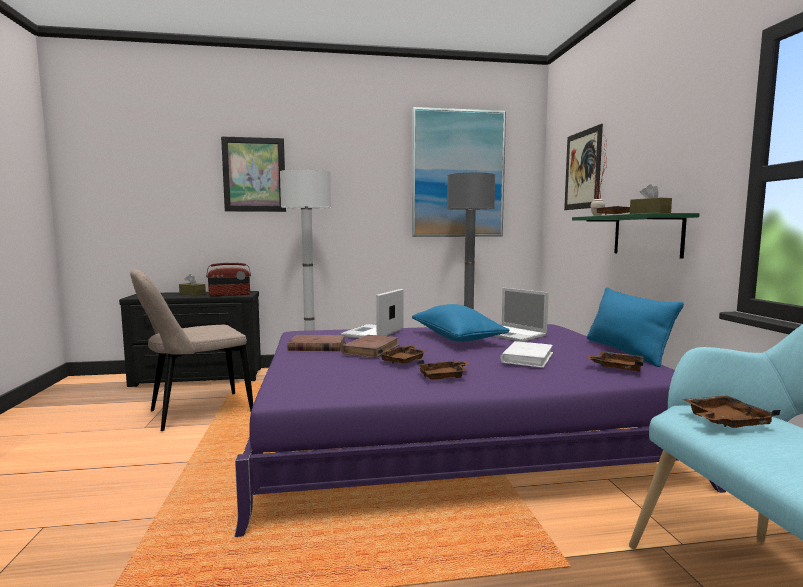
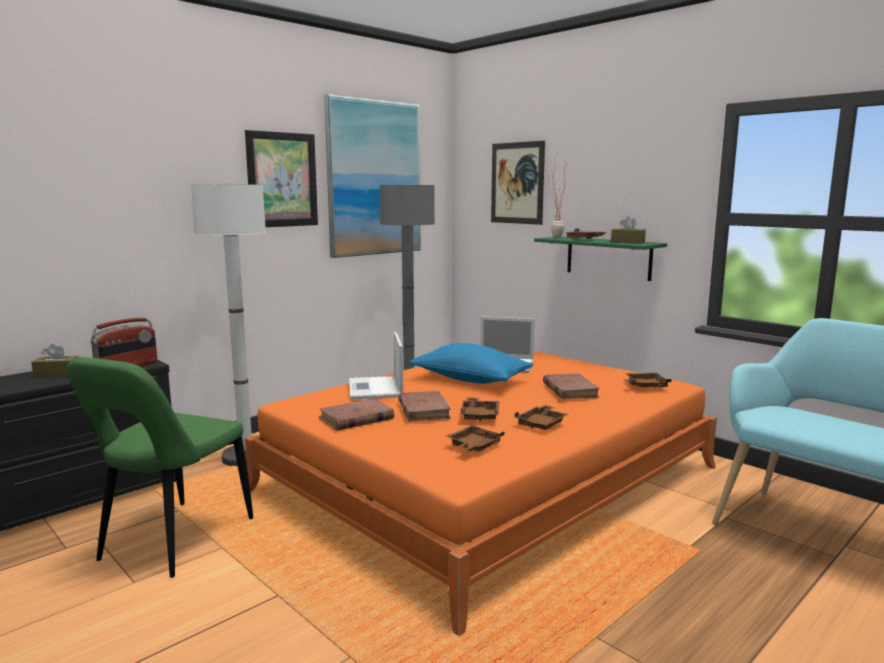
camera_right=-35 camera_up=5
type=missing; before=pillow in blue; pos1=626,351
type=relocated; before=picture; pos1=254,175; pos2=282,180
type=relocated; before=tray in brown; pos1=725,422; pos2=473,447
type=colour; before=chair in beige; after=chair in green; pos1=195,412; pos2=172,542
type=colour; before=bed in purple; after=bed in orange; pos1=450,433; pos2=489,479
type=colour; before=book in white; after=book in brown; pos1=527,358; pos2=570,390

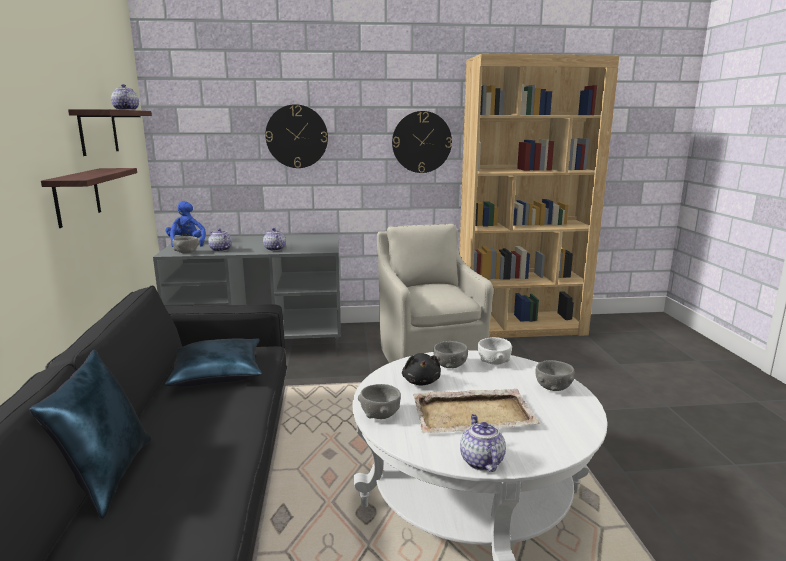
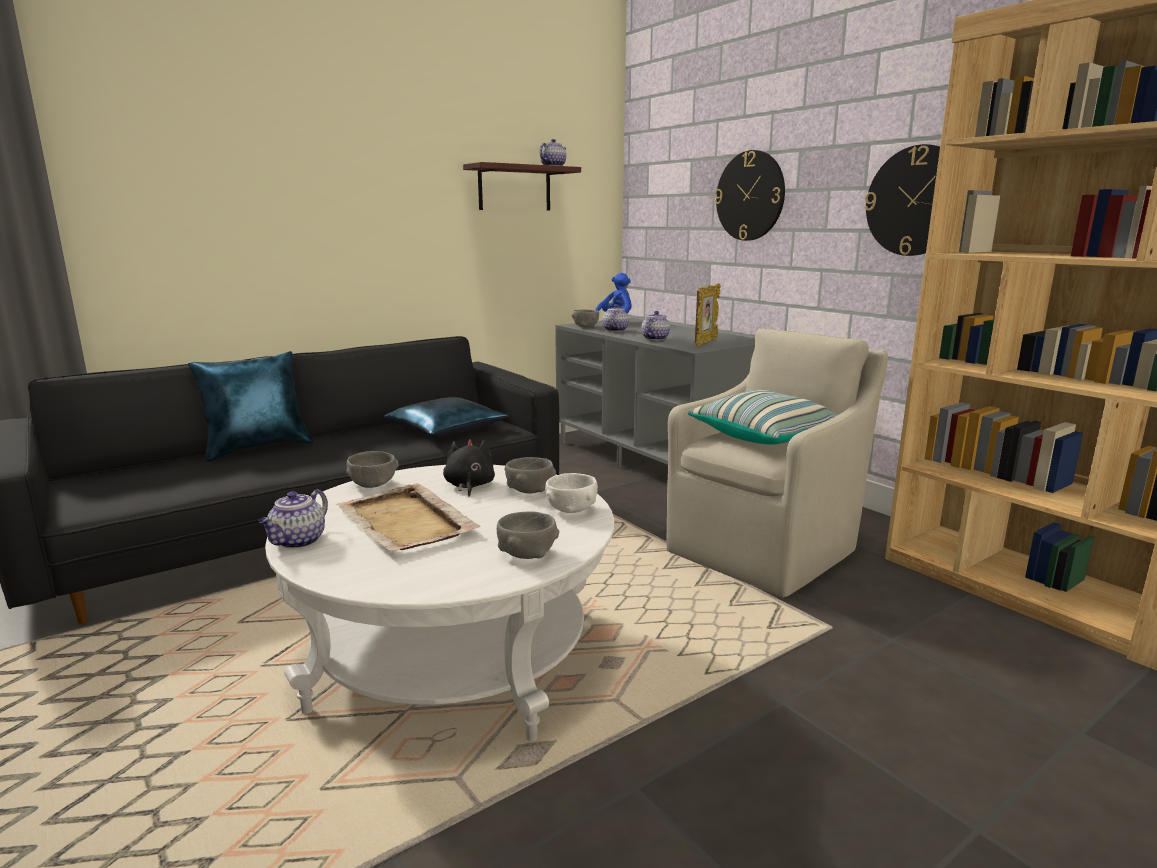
camera_right=60 camera_up=0
type=missing; before=shelf; pos1=77,196
type=appeared; after=pillow; pos2=764,436
type=appeared; after=picture frame; pos2=705,343
type=spun; before=plush toy in black; pos1=421,381; pos2=469,486; turn=120
type=spun; before=teapot; pos1=481,461; pos2=298,541; turn=150

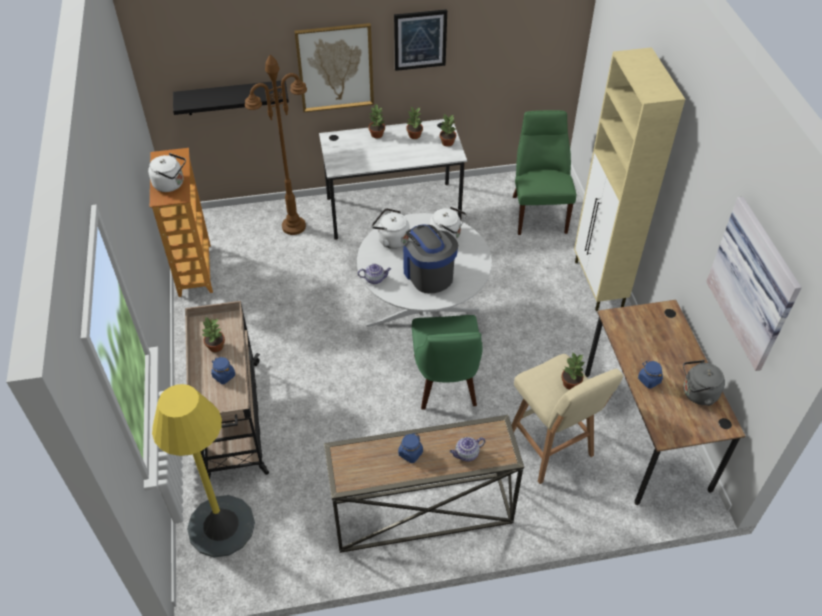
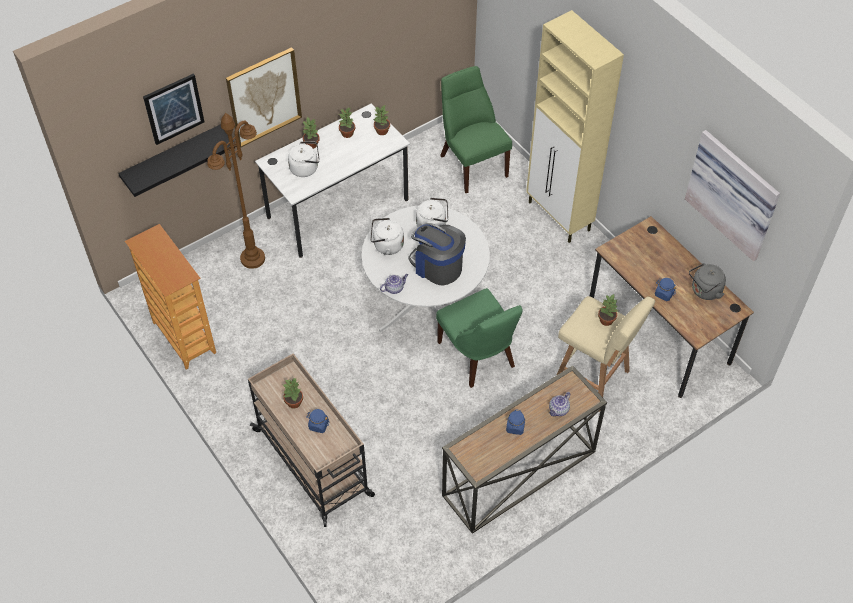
camera_right=-25 camera_up=5
type=missing; before=floor lamp in yellow; pos1=221,526
type=relocated; before=kettle in white; pos1=171,184; pos2=306,168
type=relocated; before=picture; pos1=420,39; pos2=173,108

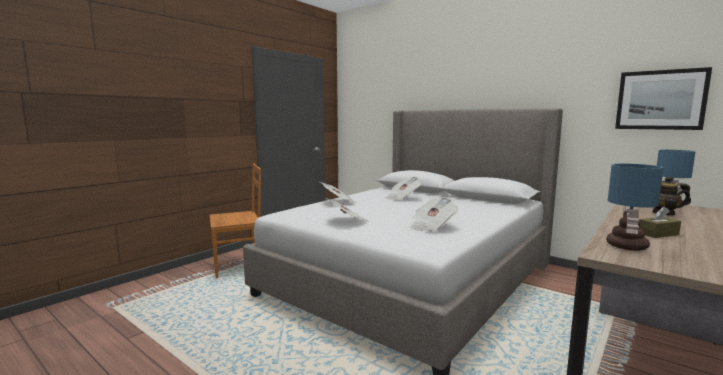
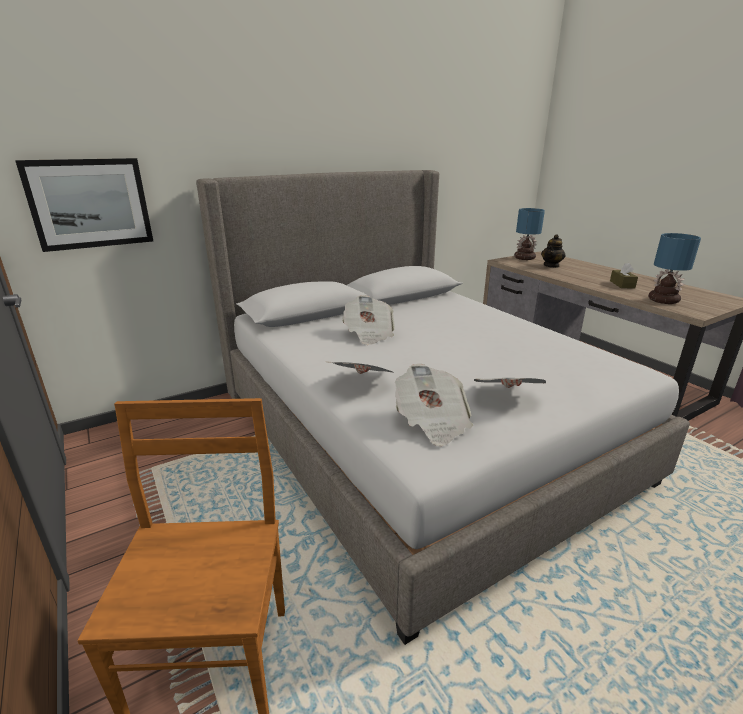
camera_right=-70 camera_up=15
type=relocated; before=newspaper; pos1=431,227; pos2=432,422
type=relocated; before=picture; pos1=660,100; pos2=90,204

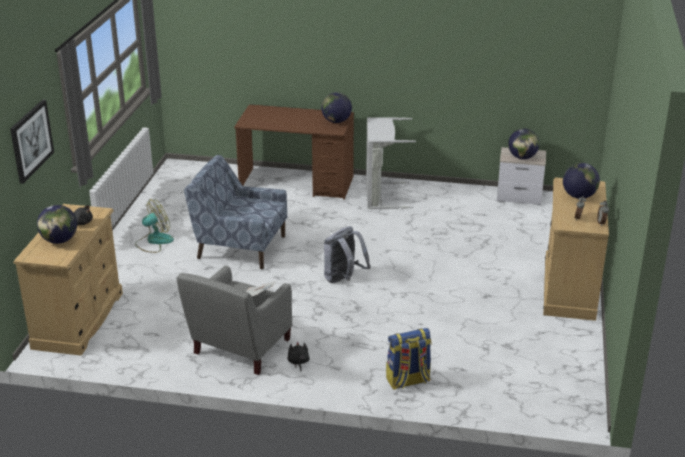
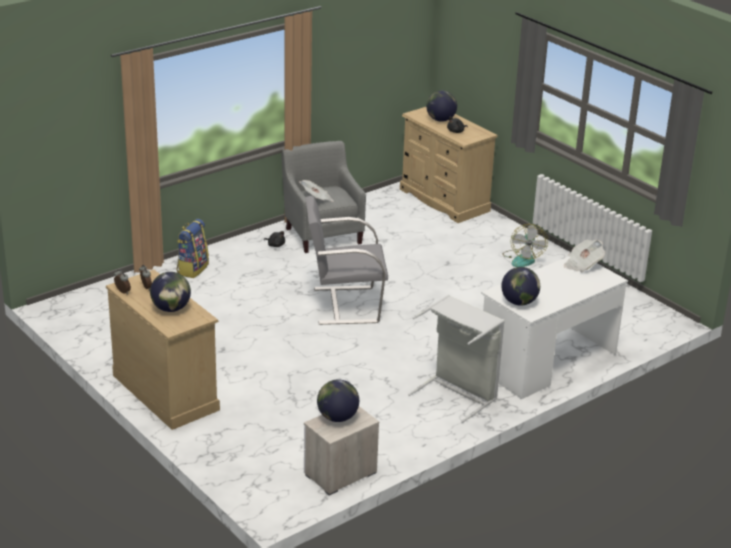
camera_right=130 camera_up=0
type=missing; before=picture; pos1=31,140
type=missing; before=armchair in blue; pos1=240,247
type=appeared; after=newspaper; pos2=582,265
type=exchanged; before=backpack in grey; after=armchair in grey; pos1=343,279; pos2=344,305
type=colour; before=desk in brown; after=desk in white; pos1=297,184; pos2=547,362

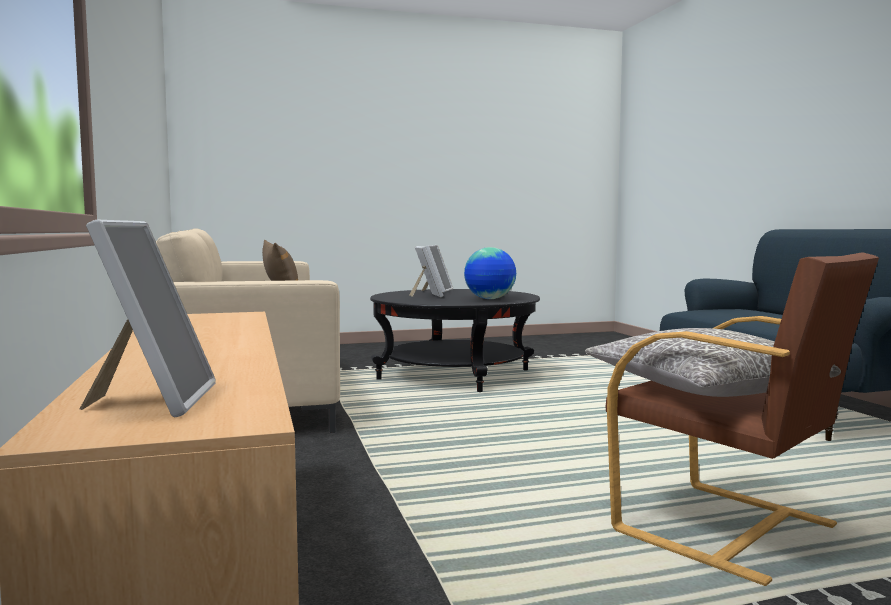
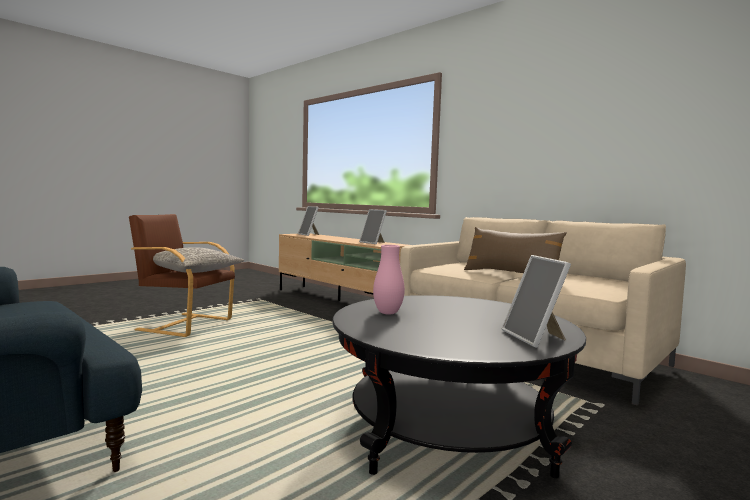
camera_right=150 camera_up=0
type=relocated; before=picture frame; pos1=426,296; pos2=373,243
type=exchanged; before=globe; after=vase in pink; pos1=490,299; pos2=388,313

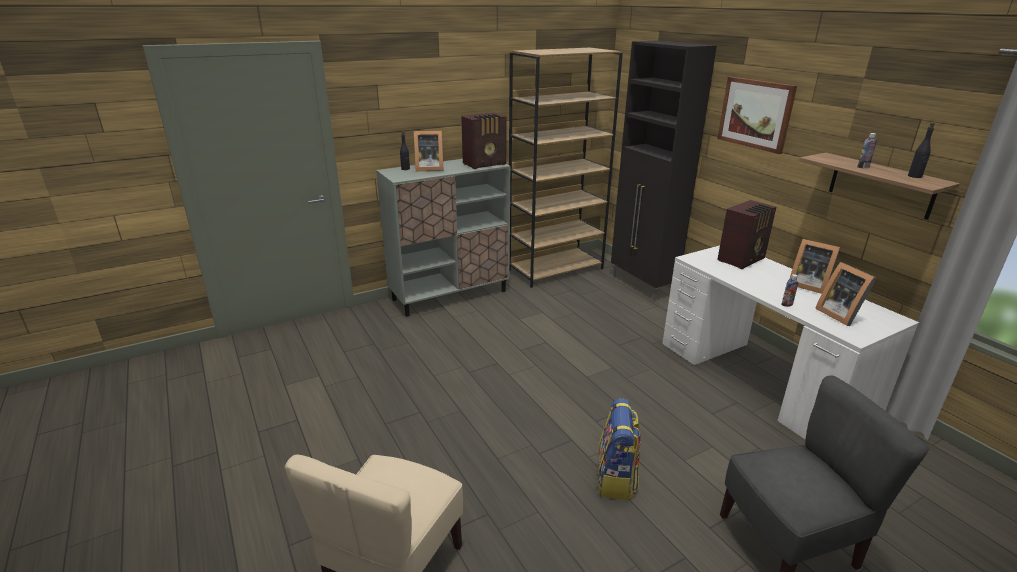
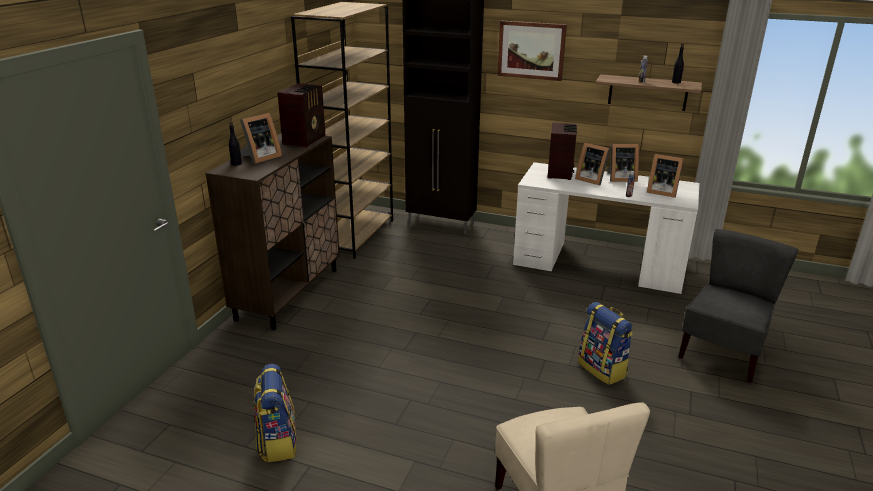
camera_right=-40 camera_up=0
type=appeared; after=backpack; pos2=277,442
type=appeared; after=picture frame; pos2=591,179
type=colour; before=cabinet in grey; after=cabinet in brown; pos1=450,295; pos2=288,293

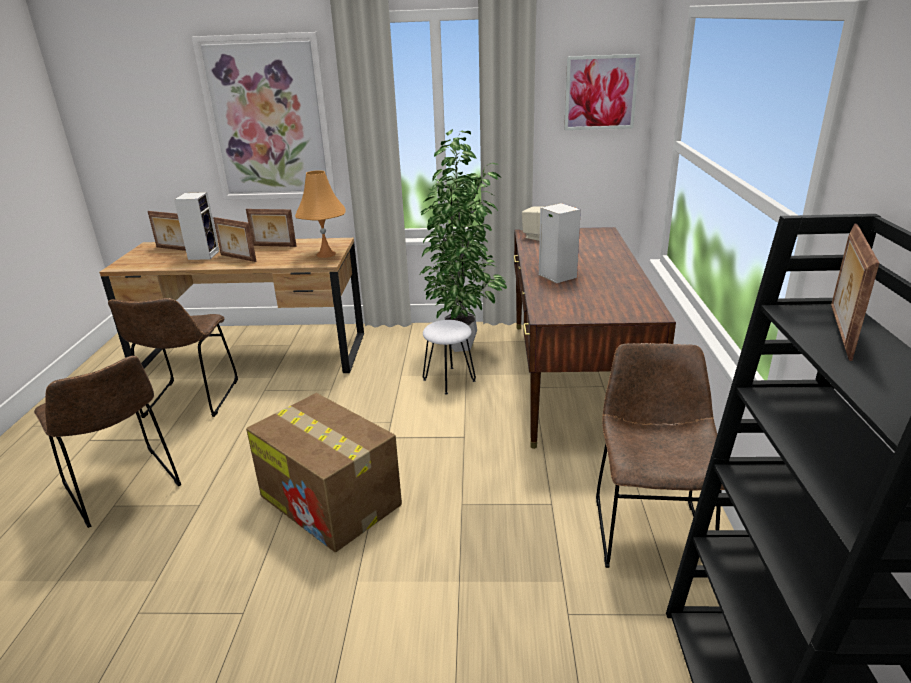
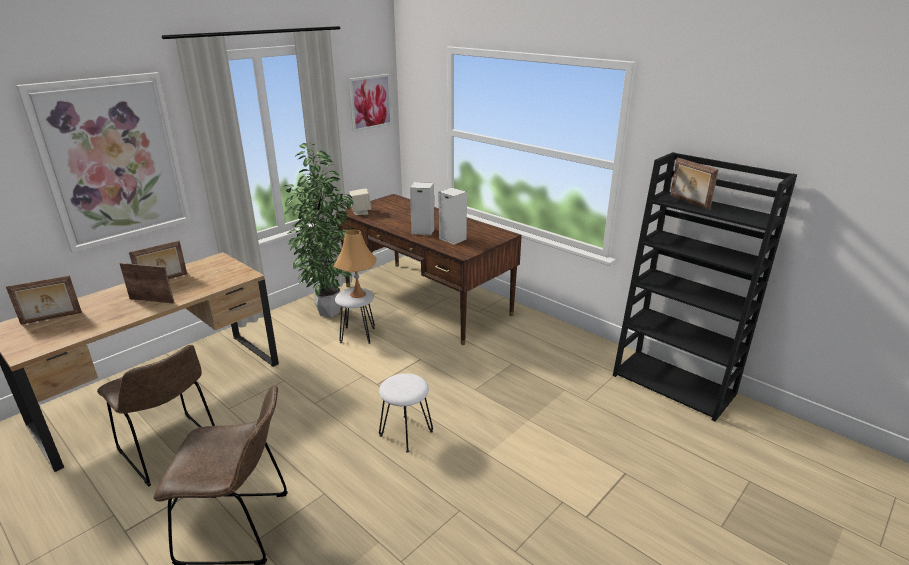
camera_right=-50 camera_up=0
type=missing; before=chair in brown; pos1=649,528
type=relocated; before=speaker; pos1=203,255; pos2=451,239
type=relocated; before=table lamp in orange; pos1=326,254; pos2=358,294
type=exchanged; before=cardboard box; after=stool in white; pos1=331,501; pos2=406,433
type=spun; before=picture frame; pos1=237,258; pos2=152,300; turn=-150

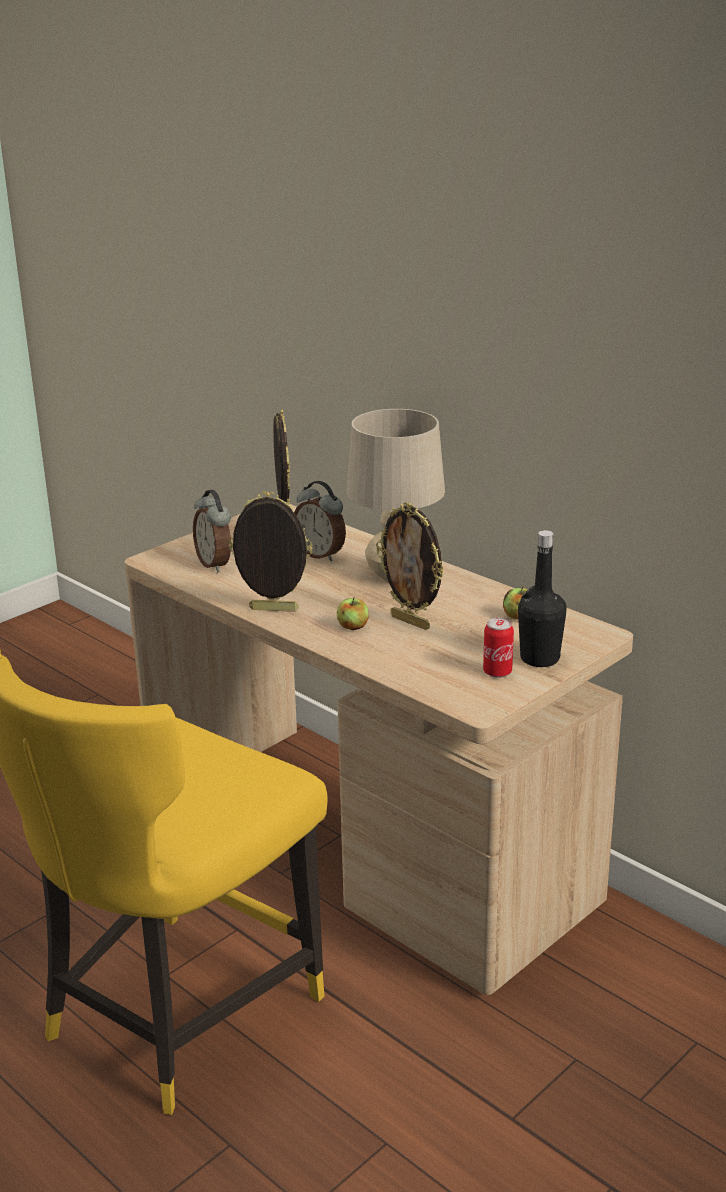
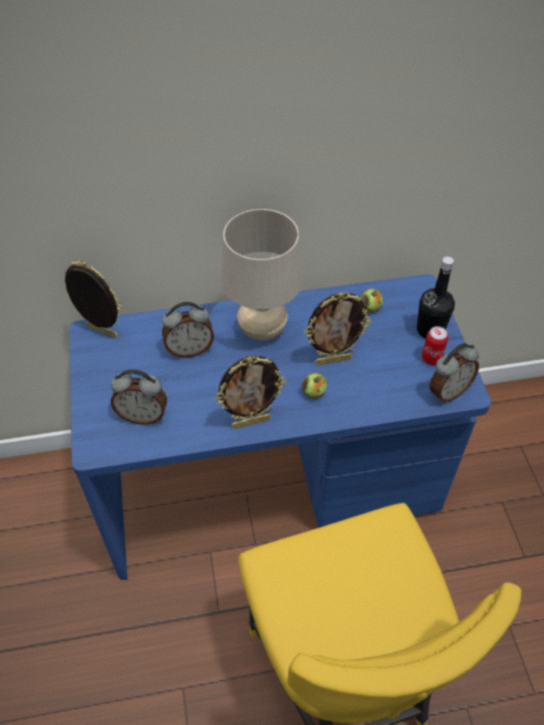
camera_right=-55 camera_up=25
type=appeared; after=alarm clock; pos2=448,391
type=colour; before=desk in beige; after=desk in blue; pos1=369,849; pos2=271,484
type=spun; before=picture frame; pos1=273,611; pos2=251,421; turn=-150

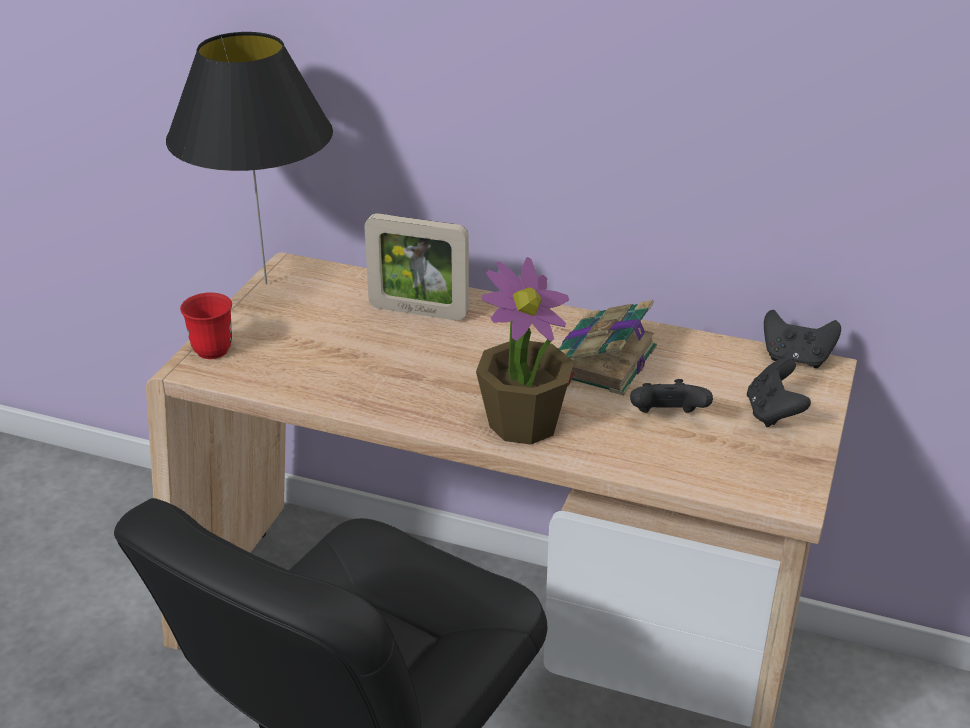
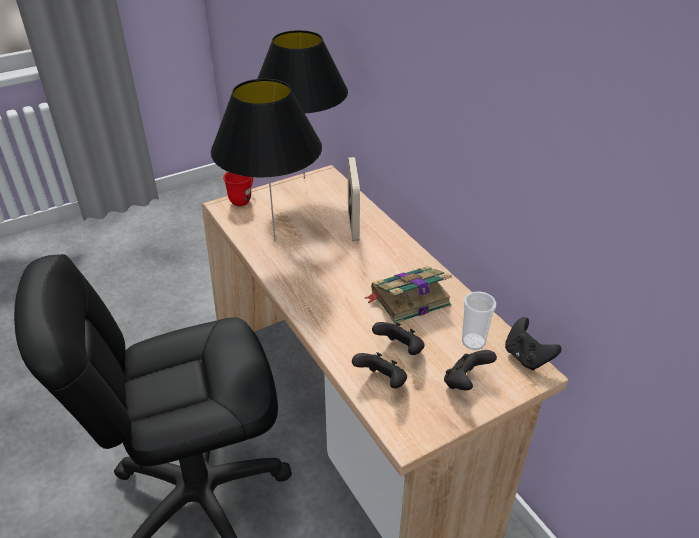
camera_right=40 camera_up=5
type=missing; before=potted plant; pos1=523,423
type=appeared; after=table lamp in black; pos2=274,240
type=appeared; after=game controller in black; pos2=382,381
type=appeared; after=cup; pos2=473,342
type=spun; before=picture frame; pos1=418,311; pos2=353,225; turn=-150

